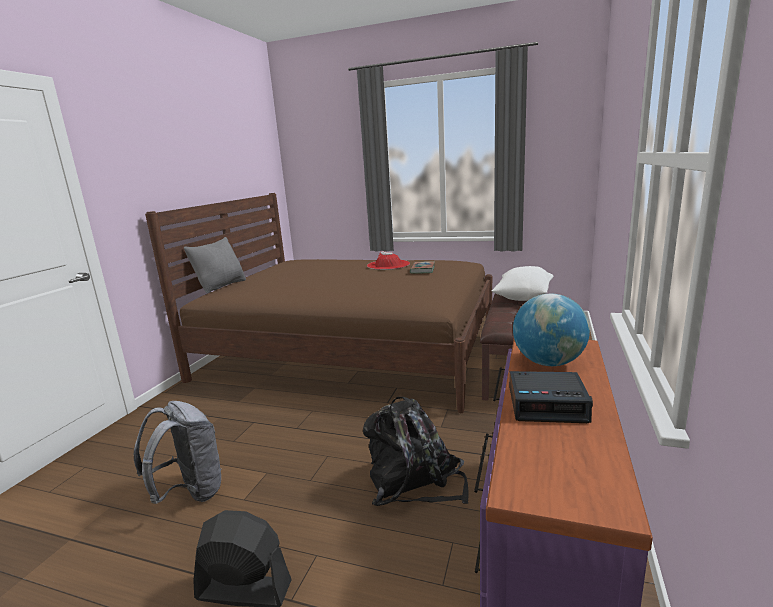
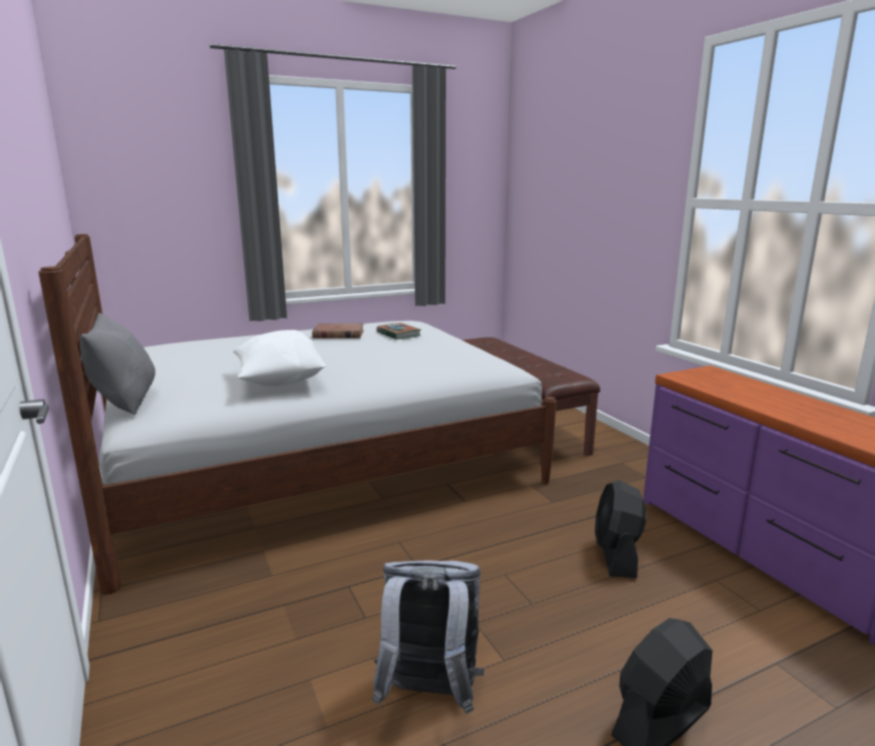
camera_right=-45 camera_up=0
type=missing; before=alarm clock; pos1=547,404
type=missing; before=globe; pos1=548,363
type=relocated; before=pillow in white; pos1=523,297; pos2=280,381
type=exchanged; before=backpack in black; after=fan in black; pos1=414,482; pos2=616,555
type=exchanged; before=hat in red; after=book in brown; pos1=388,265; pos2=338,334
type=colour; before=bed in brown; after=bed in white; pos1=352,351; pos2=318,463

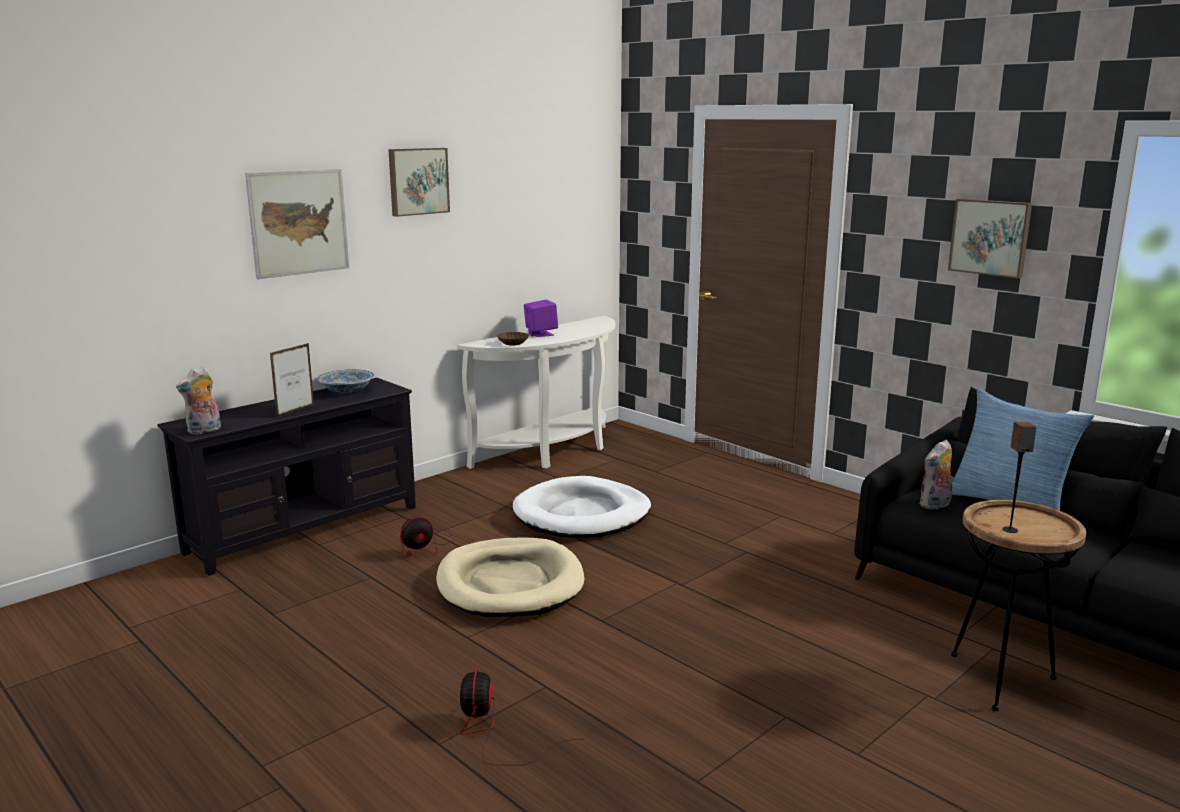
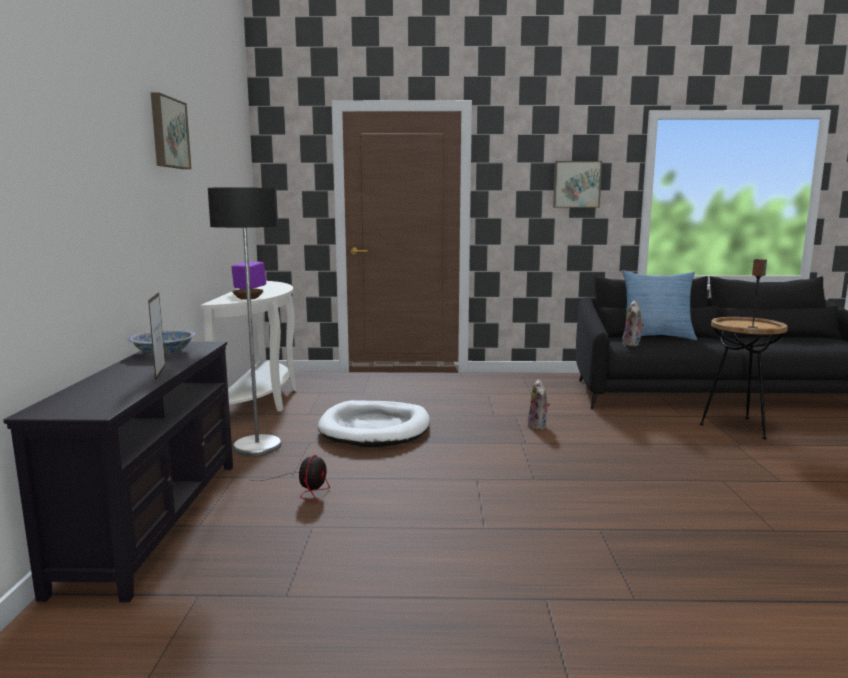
camera_right=-45 camera_up=-5
type=missing; before=picture; pos1=299,222
type=missing; before=dog bed in beige; pos1=510,584
type=missing; before=fan; pos1=493,733
type=appeared; after=floor lamp; pos2=257,446
type=relocated; before=plush toy; pos1=204,431; pos2=538,426

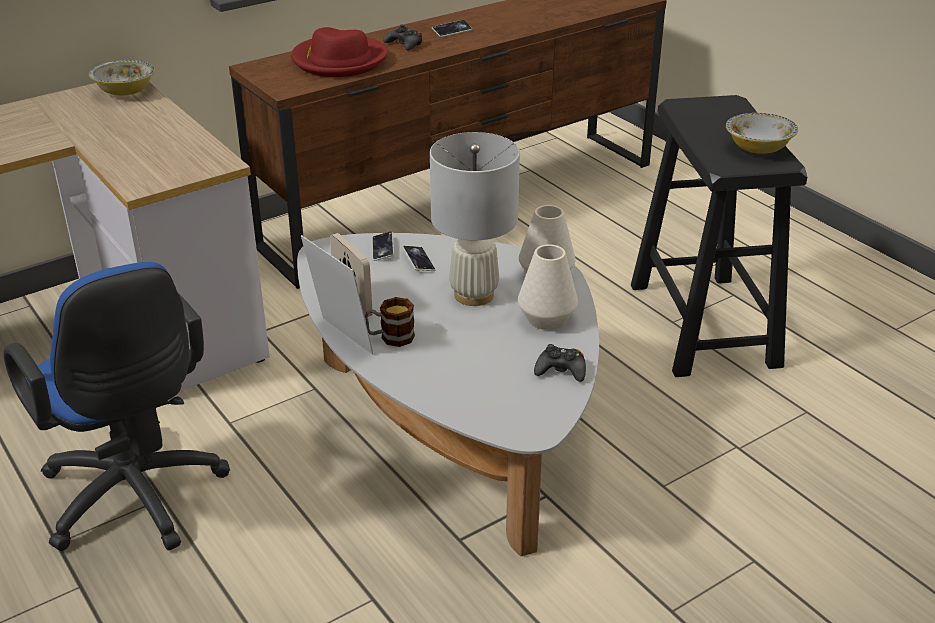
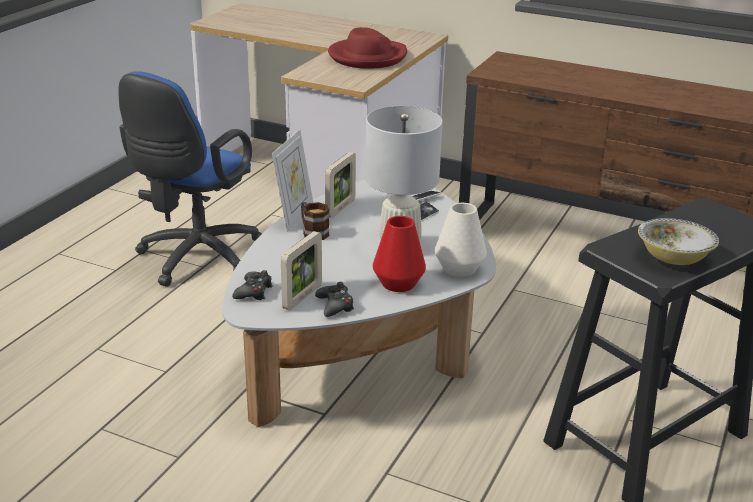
camera_right=60 camera_up=-5
type=missing; before=bowl; pos1=125,91
type=missing; before=phone; pos1=452,31
type=appeared; after=picture frame; pos2=302,297
type=relocated; before=hat in red; pos1=339,60; pos2=367,57
type=relocated; before=game controller in black; pos1=404,44; pos2=253,292
type=colour; before=vase in white; after=vase in red; pos1=546,319; pos2=398,283

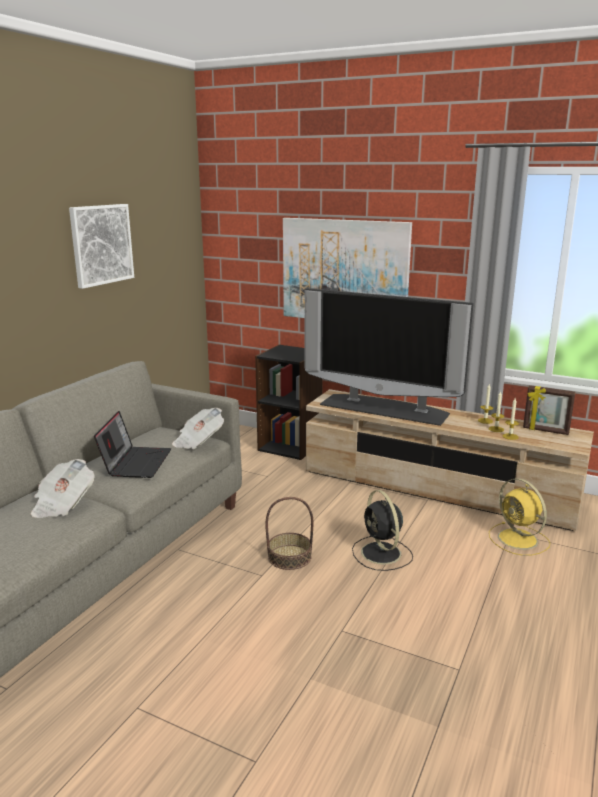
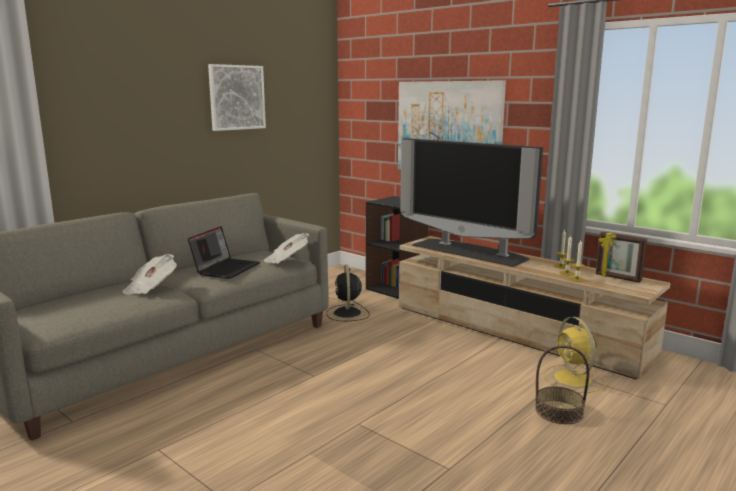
camera_right=15 camera_up=-5
type=relocated; before=basket; pos1=289,557; pos2=559,412
type=relocated; before=fan in black; pos1=382,554; pos2=347,313

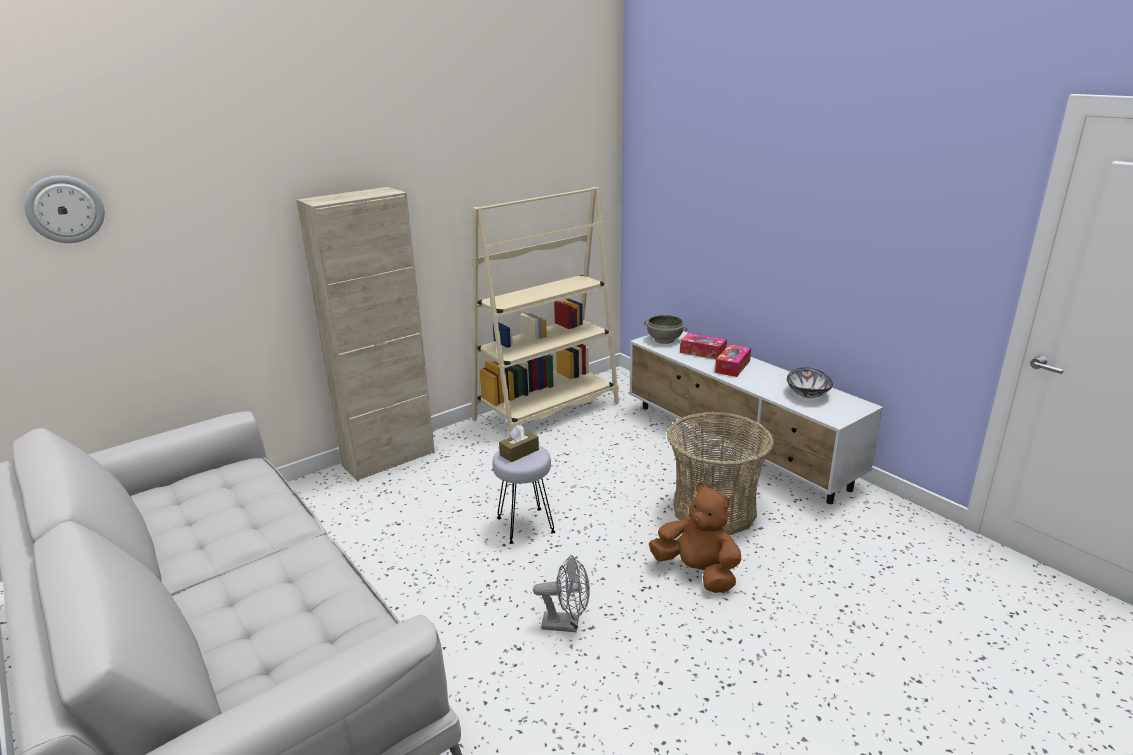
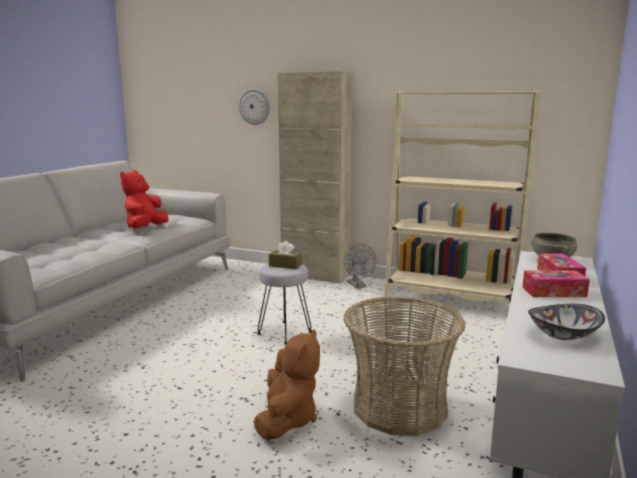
camera_right=60 camera_up=-10
type=appeared; after=plush toy in red; pos2=145,228
type=relocated; before=wall clock; pos1=65,209; pos2=254,106
type=relocated; before=fan in grey; pos1=566,624; pos2=358,286

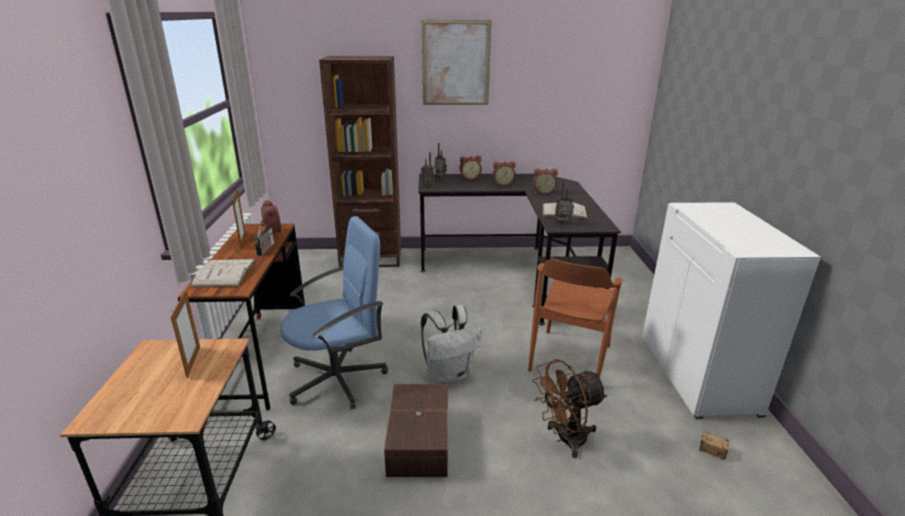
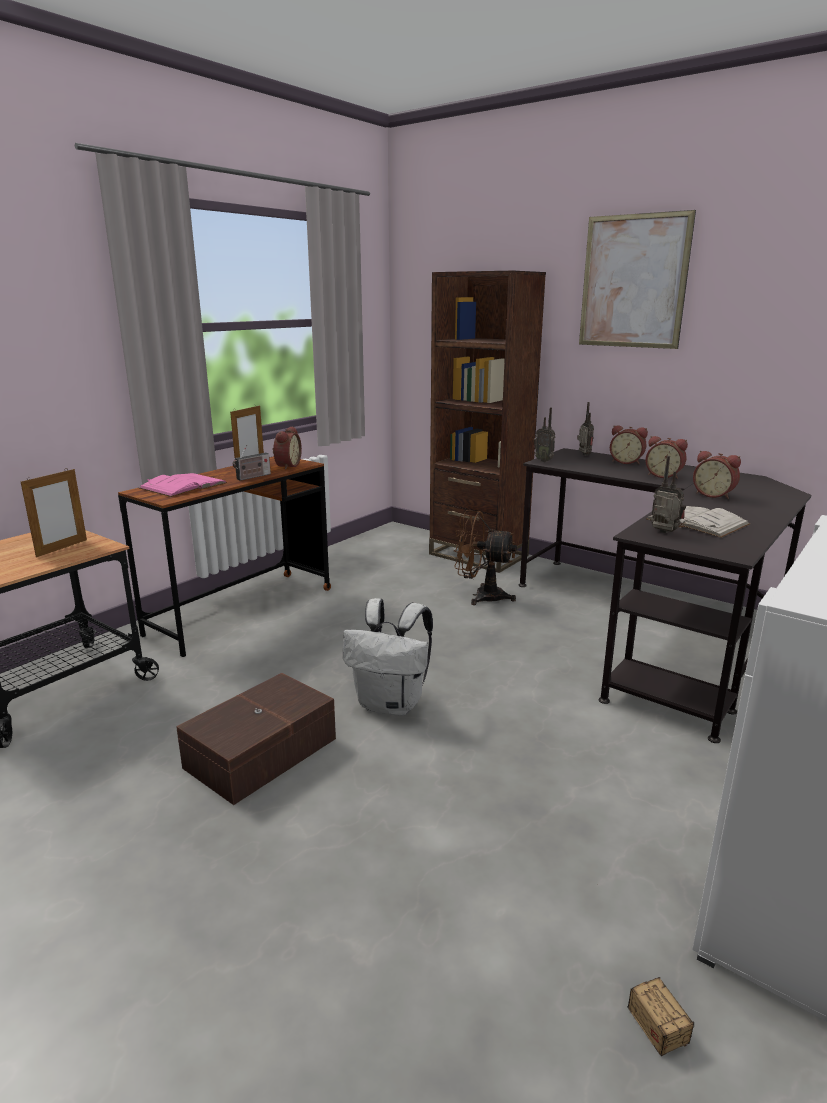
camera_right=40 camera_up=-5
type=missing; before=office chair in blue; pos1=338,379
type=missing; before=chair in brown; pos1=569,358
type=relocated; before=fan in brown; pos1=564,439; pos2=481,596
type=colour; before=book in white; after=book in pink; pos1=224,273; pos2=183,485

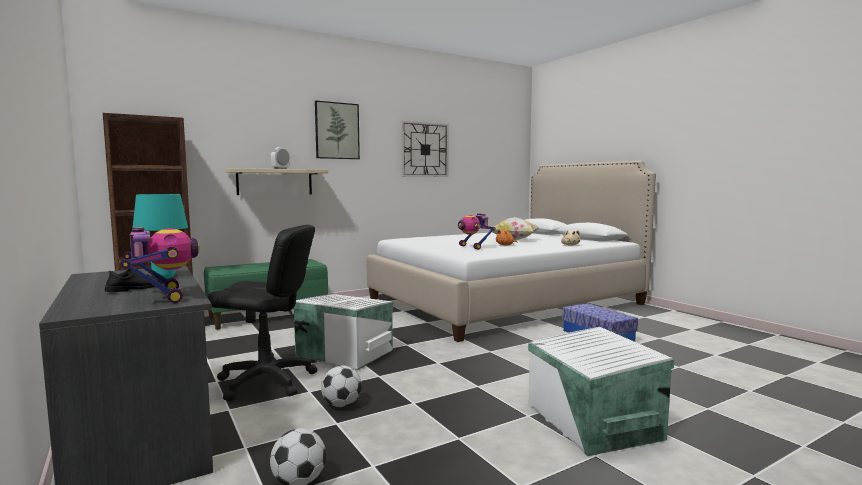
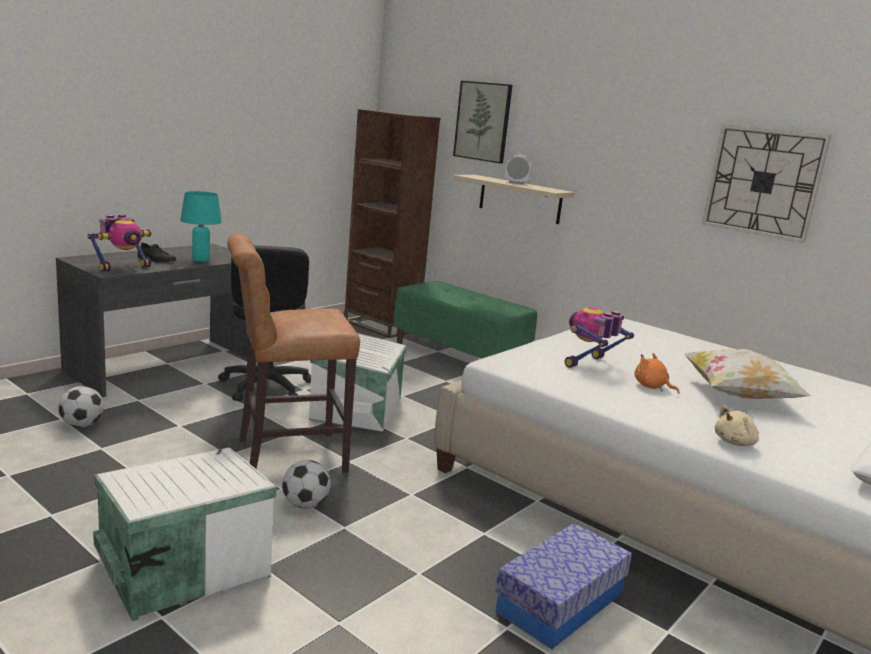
camera_right=70 camera_up=10
type=appeared; after=stool in brown; pos2=284,456
type=relocated; before=picture; pos1=337,131; pos2=483,121
type=relocated; before=football; pos1=341,405; pos2=305,504

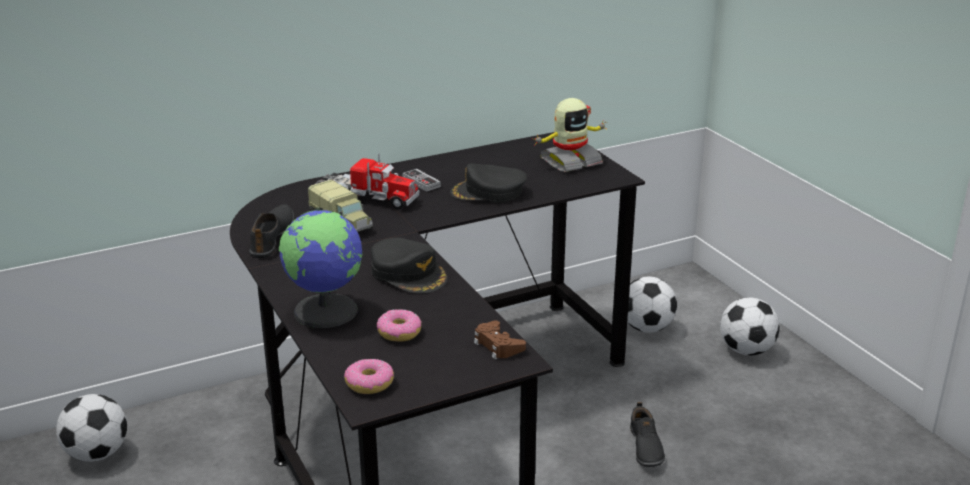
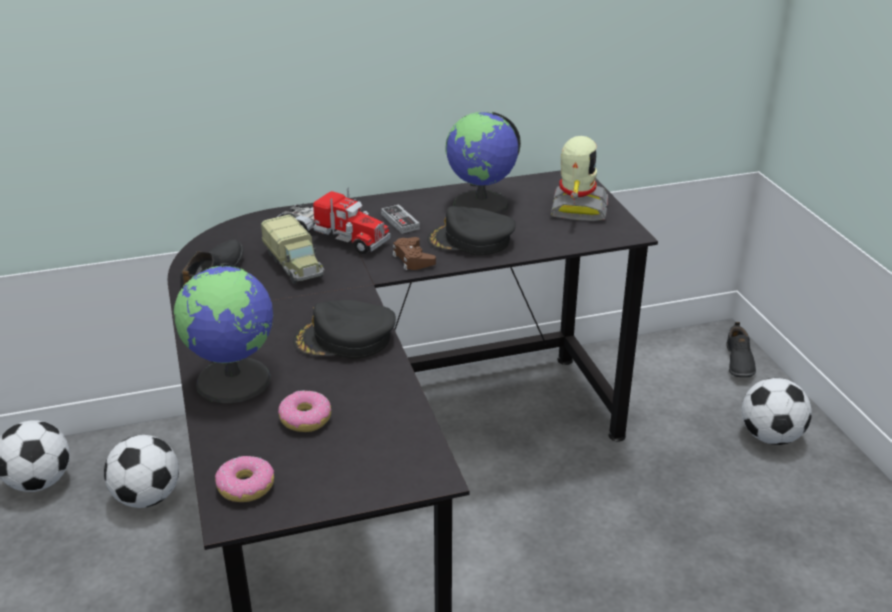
camera_right=10 camera_up=5
type=appeared; after=globe; pos2=481,204
type=relocated; before=game controller in brown; pos1=498,345; pos2=413,259
type=relocated; before=football; pos1=646,328; pos2=147,498
type=relocated; before=shoe in black; pos1=645,447; pos2=738,362
type=spun; before=cap in black; pos1=409,273; pos2=345,339; turn=120
type=spun; before=toy robot; pos1=570,161; pos2=577,208; turn=-60

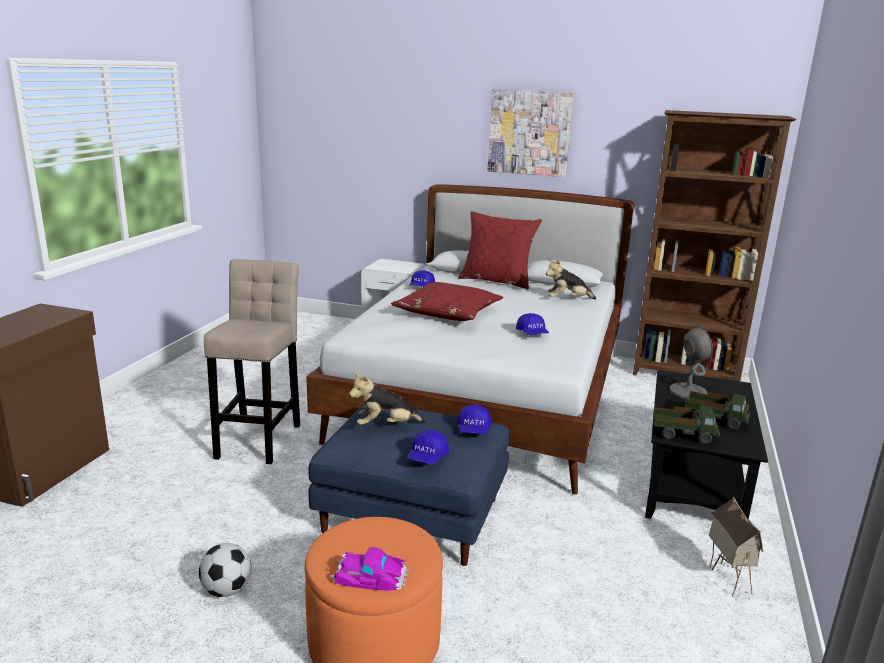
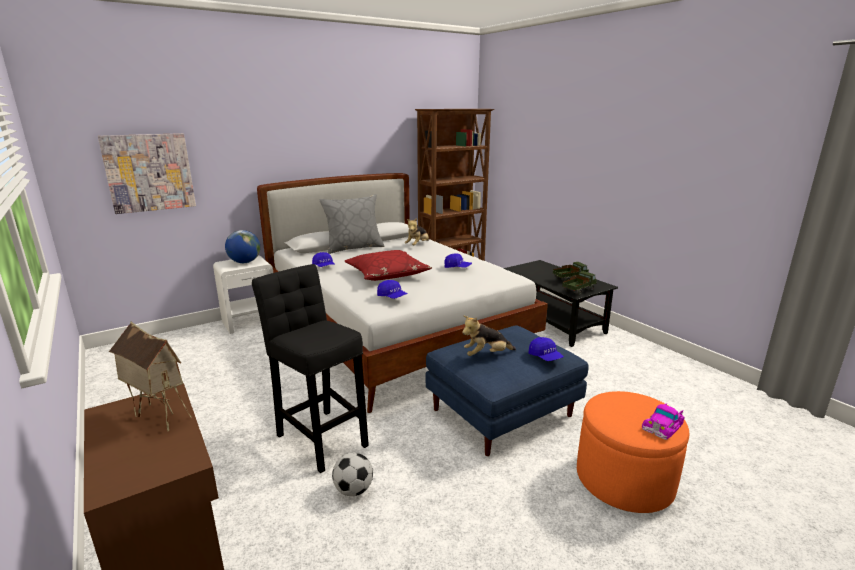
camera_right=-50 camera_up=0
type=missing; before=table lamp in grey; pos1=687,392
type=appeared; after=globe; pos2=245,262
type=relocated; before=football; pos1=227,590; pos2=354,490
type=relocated; before=cap in blue; pos1=473,430; pos2=392,297
type=relocated; before=picture; pos1=529,132; pos2=149,172
type=relocated; before=toy house; pos1=726,578; pos2=158,416
type=colour; before=stool in beige; after=stool in black; pos1=260,438; pos2=320,437
type=colour; before=pillow in red; after=pillow in grey; pos1=497,281; pos2=354,248
type=spun; before=plush toy; pos1=386,426; pos2=486,355; turn=45

